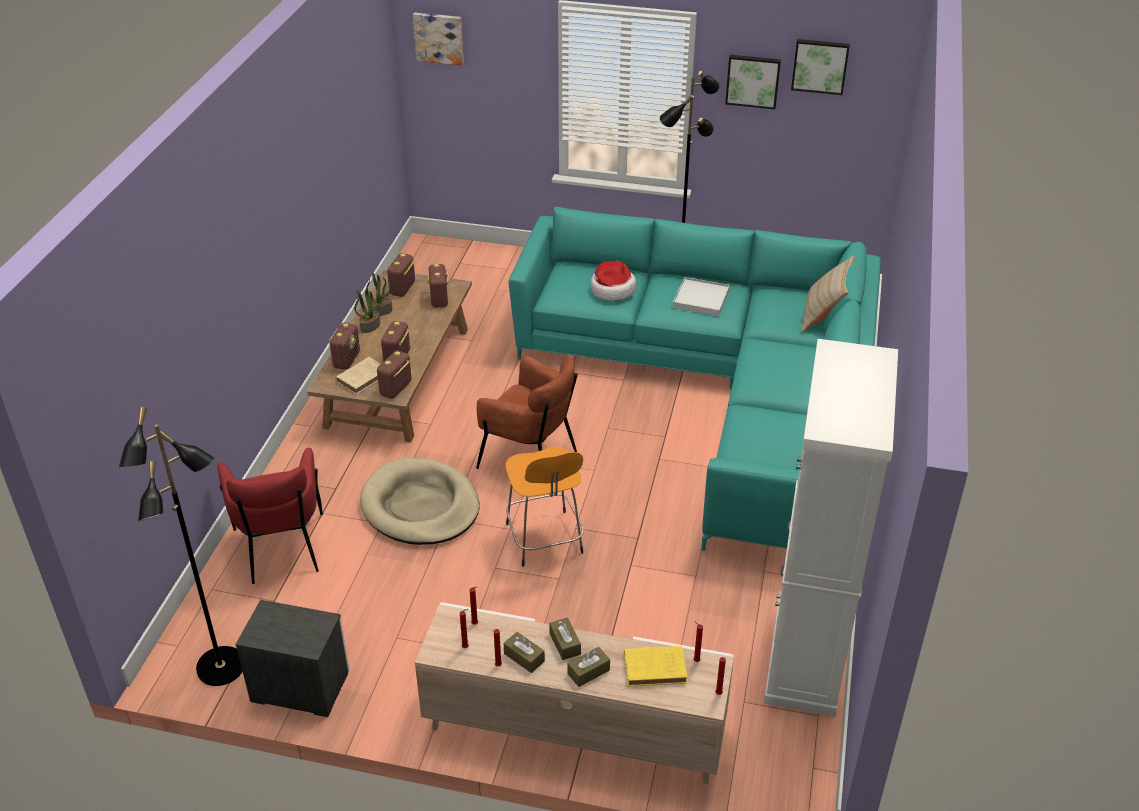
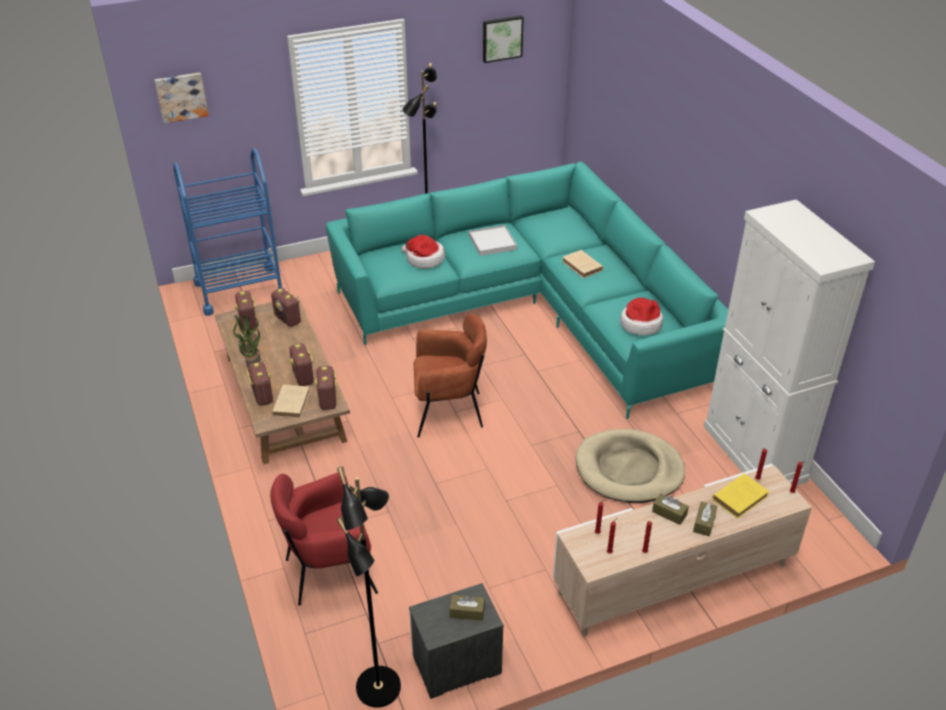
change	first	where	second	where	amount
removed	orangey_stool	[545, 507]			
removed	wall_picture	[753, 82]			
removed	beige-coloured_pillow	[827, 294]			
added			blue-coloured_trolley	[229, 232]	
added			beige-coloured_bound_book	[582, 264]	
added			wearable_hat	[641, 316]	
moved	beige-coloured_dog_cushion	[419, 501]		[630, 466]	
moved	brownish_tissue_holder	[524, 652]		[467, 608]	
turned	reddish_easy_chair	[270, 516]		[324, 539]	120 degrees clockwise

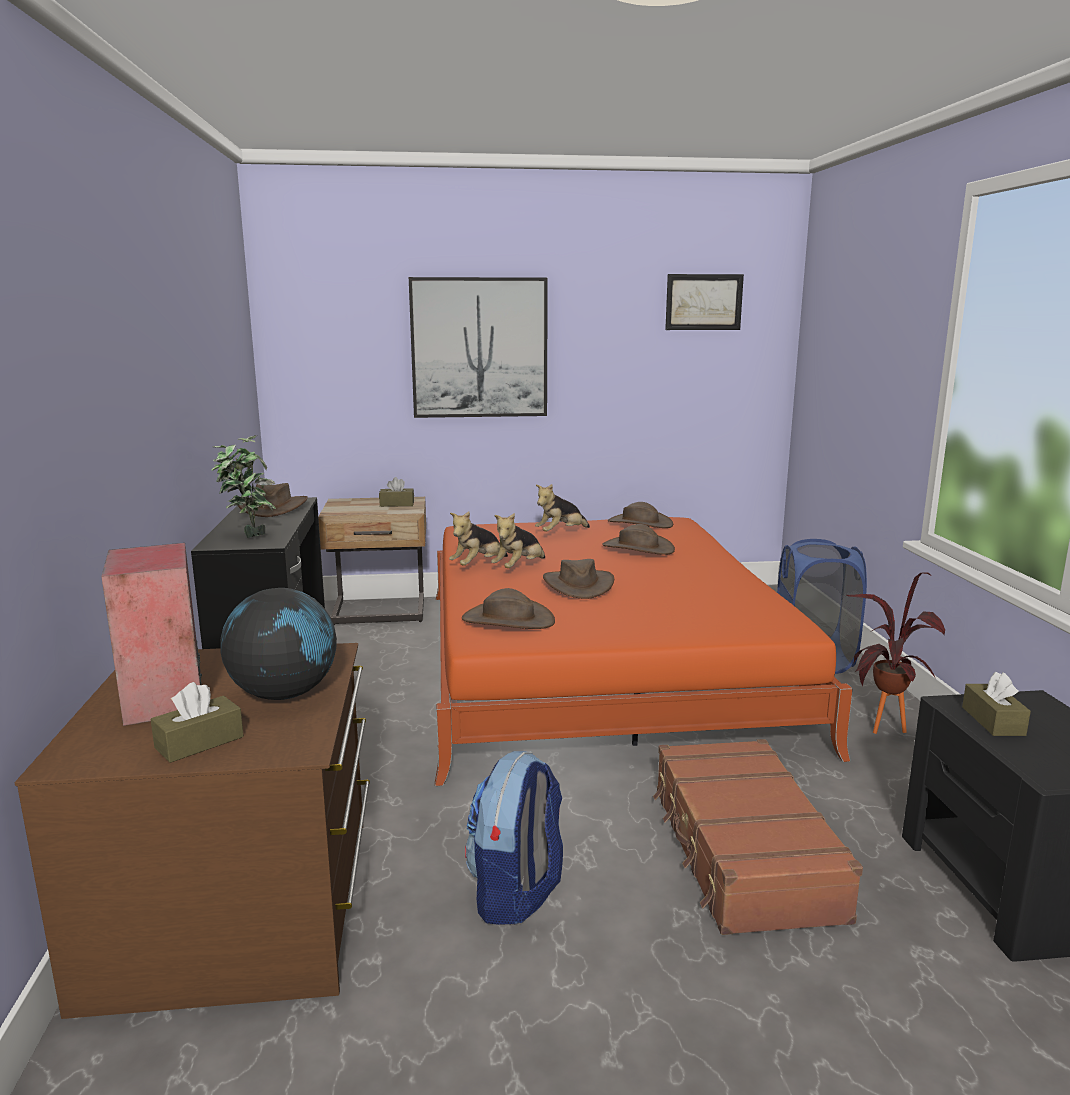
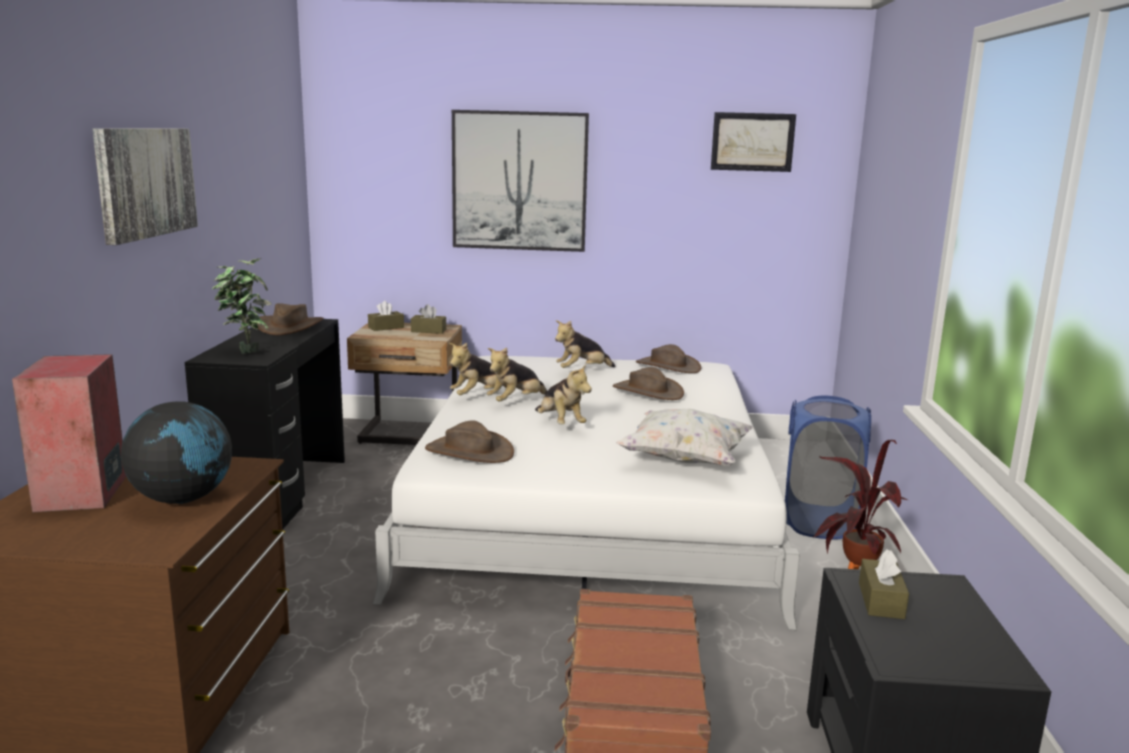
change	first	where	second	where	amount
removed	rucksack	[514, 838]			
added			wall_picture	[145, 186]	
added			white-coloured_pillow	[685, 437]	
moved	brownish_tissue_holder	[197, 722]		[386, 316]	
replaced	brownish_wearable_hat	[578, 579]	cuddly_toy	[563, 393]	
recoloured	orangey_sleeping_bed	[644, 651]	white-coloured_sleeping_bed	[586, 493]	

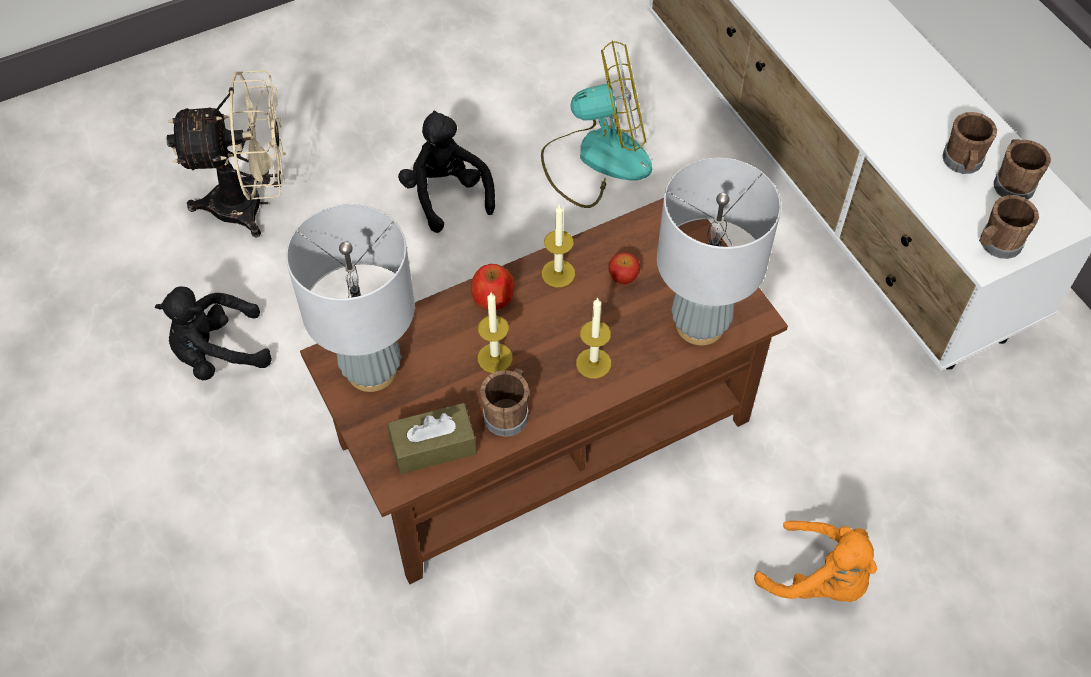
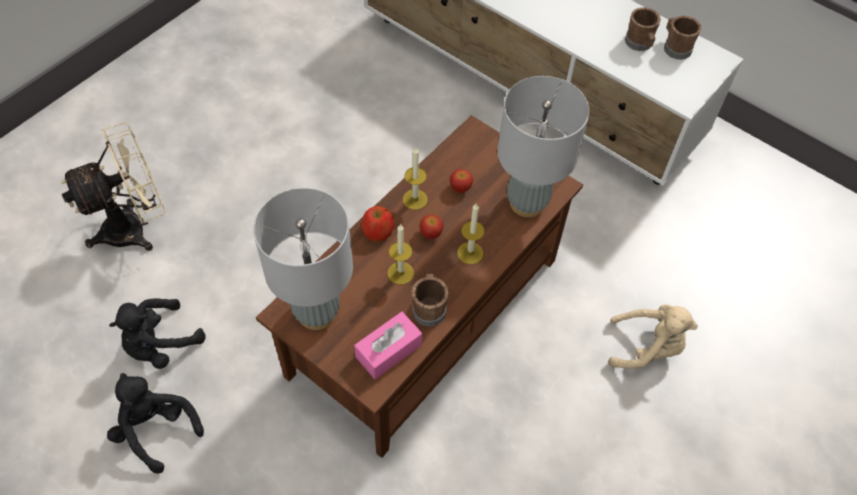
change	first	where	second	where	amount
removed	cooling_fan	[596, 124]			
removed	brownish_coffee_mug	[1009, 227]			
added			whole_apple	[431, 227]	
moved	black_cuddly_toy	[446, 172]		[155, 423]	
recoloured	brownish_tissue_holder	[432, 438]	pink_tissue_holder	[388, 345]	
recoloured	orangey_cuddly_toy	[815, 561]	beige-coloured_cuddly_toy	[653, 336]	

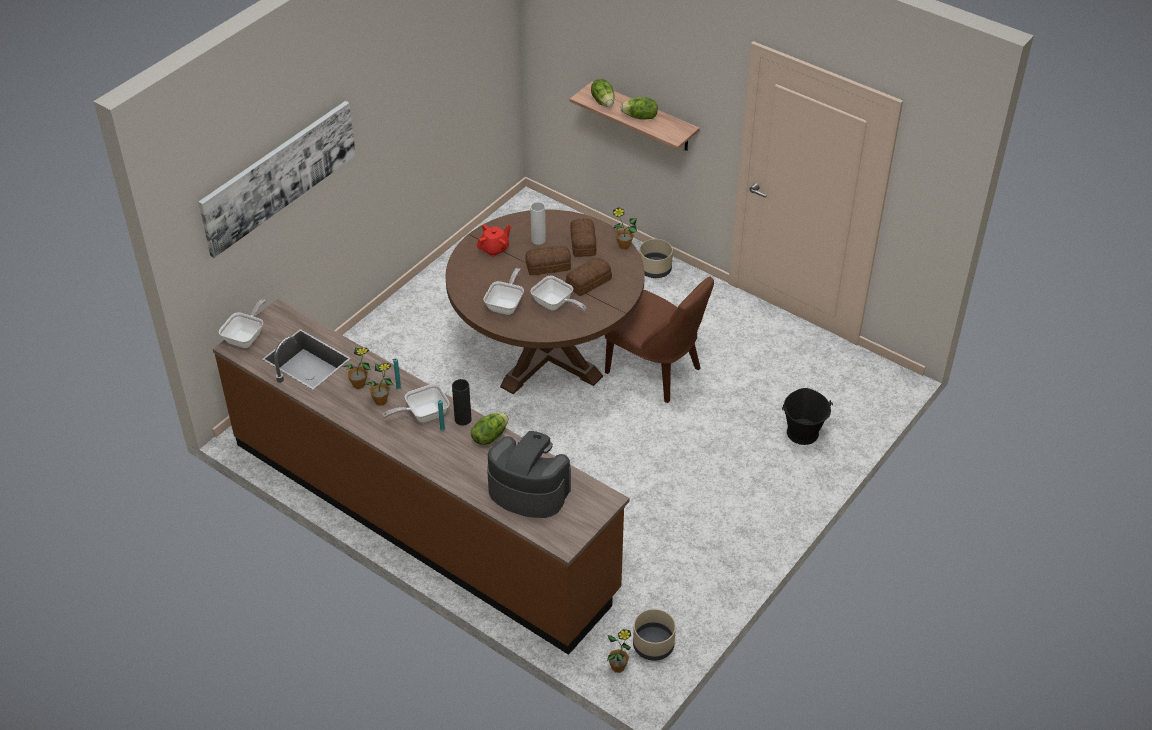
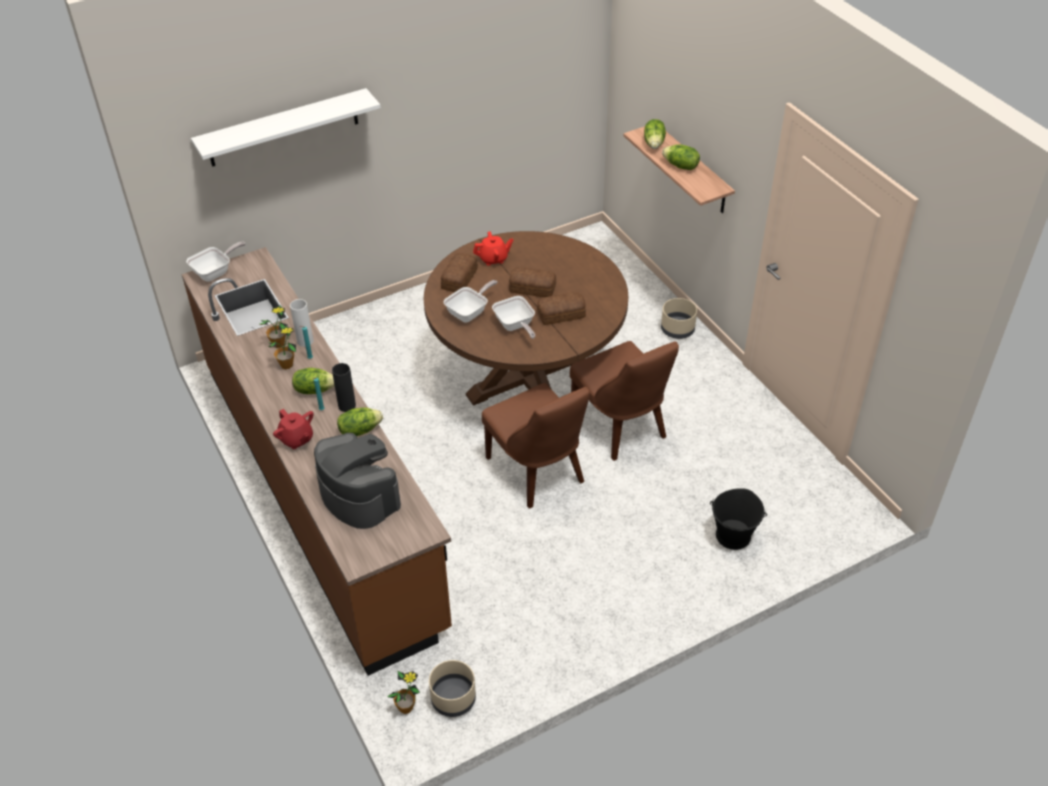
change	first	where	second	where	amount
removed	houseplant	[625, 228]			
added			reddish_teapot	[293, 429]	
added			brownish_chair	[536, 446]	
moved	white-coloured_flower_vase	[538, 223]		[302, 323]	
moved	bakery_bread	[583, 237]		[459, 272]	
replaced	wall_picture	[277, 179]	white-coloured_shelf	[286, 127]	
replaced	frying_pan	[416, 403]	lettuce_head	[313, 381]	

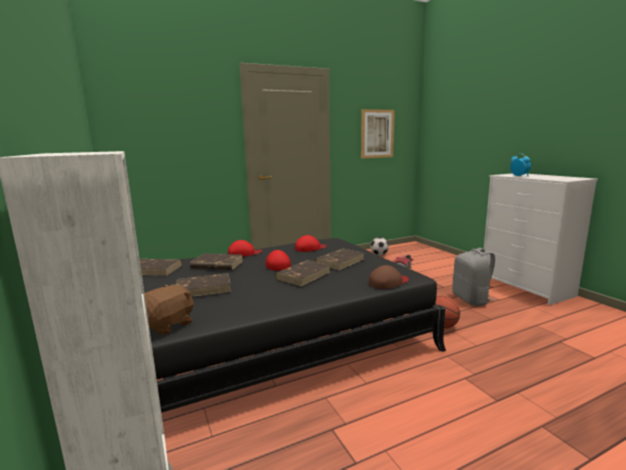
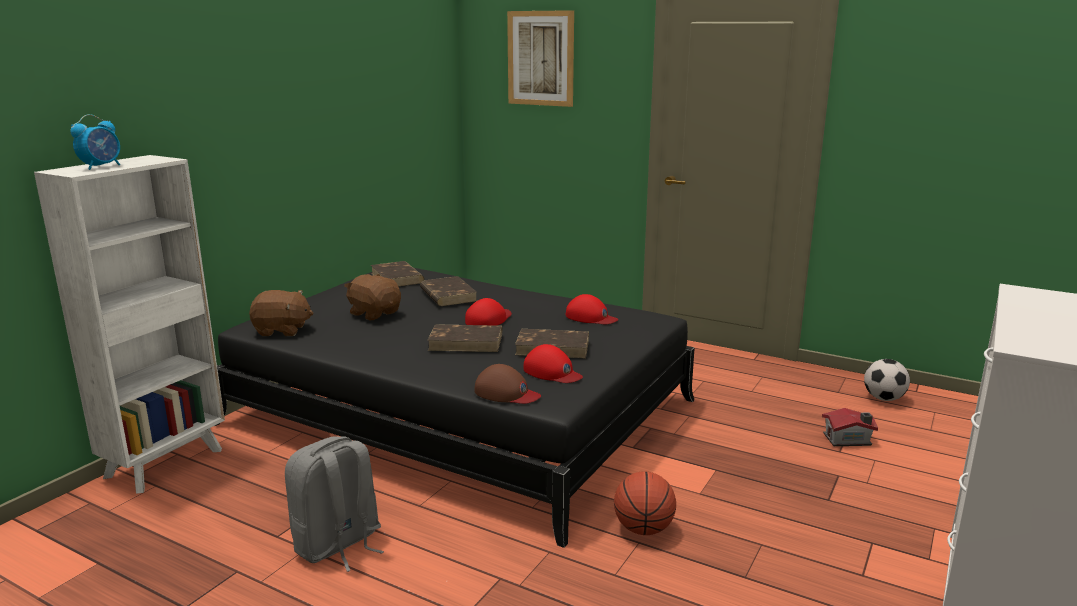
change	first	where	second	where	amount
moved	reddish_cap	[245, 248]		[553, 363]	
moved	wall_picture	[378, 133]		[540, 58]	
moved	greyish_rucksack	[474, 277]		[334, 504]	
moved	table_clock	[520, 165]		[95, 142]	
replaced	brownish_bound_book	[203, 285]	brownish_cuddly_toy	[372, 297]	

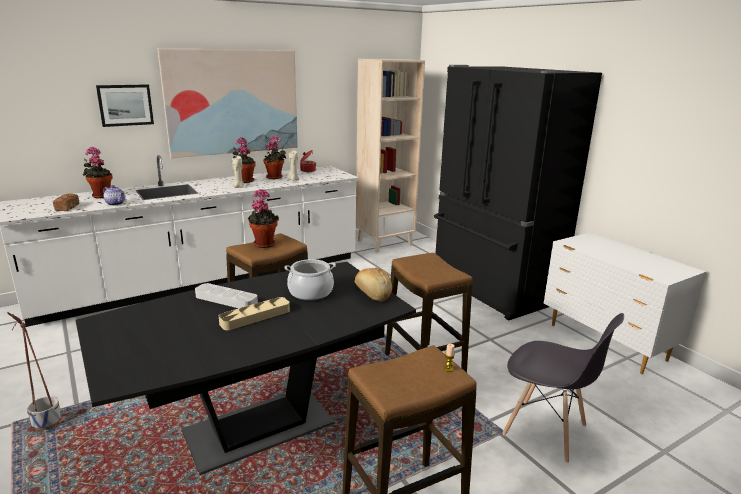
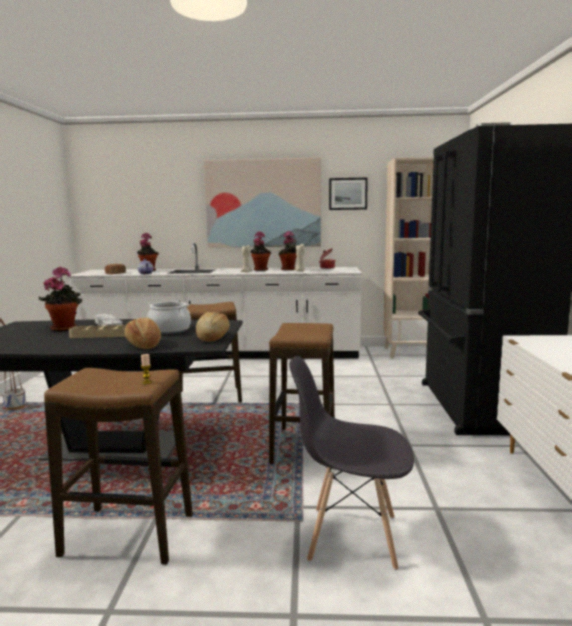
change	first	where	second	where	amount
added			bakery_bread	[142, 333]	
moved	wall_picture	[125, 105]		[348, 194]	
moved	houseplant	[263, 218]		[60, 299]	
turned	greyish_chair	[563, 388]		[351, 463]	120 degrees clockwise

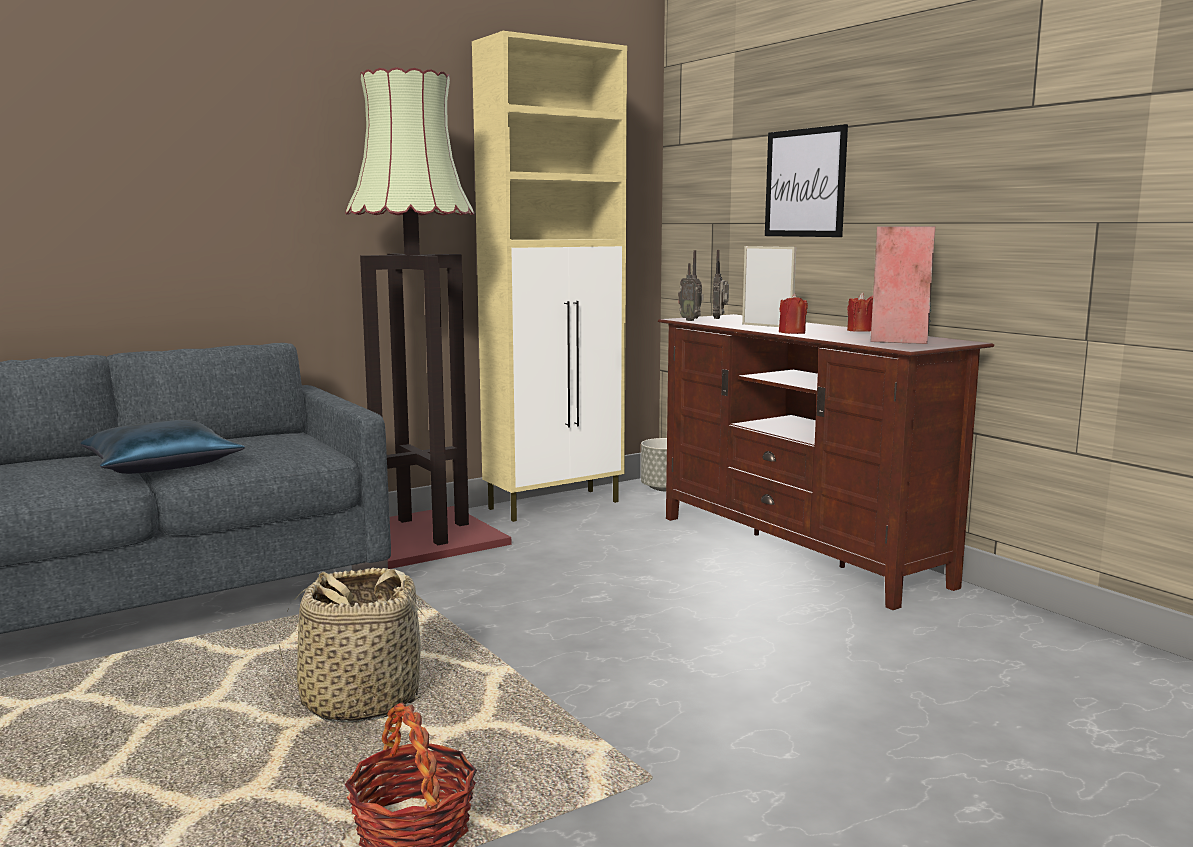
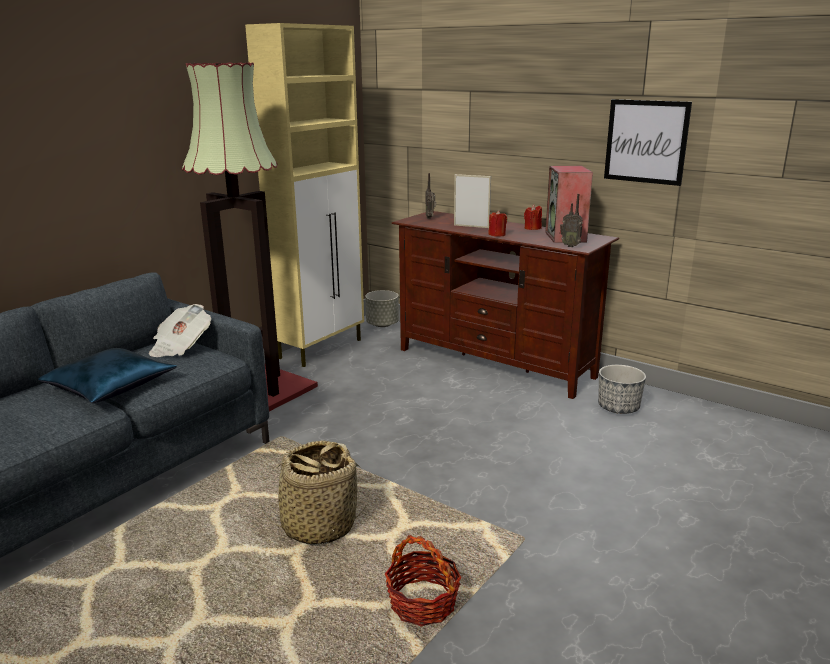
change	first	where	second	where	amount
added			daily_paper	[180, 330]	
added			plant_pot	[622, 389]	
moved	radio	[691, 285]		[571, 220]	
moved	wall_picture	[806, 180]		[648, 142]	

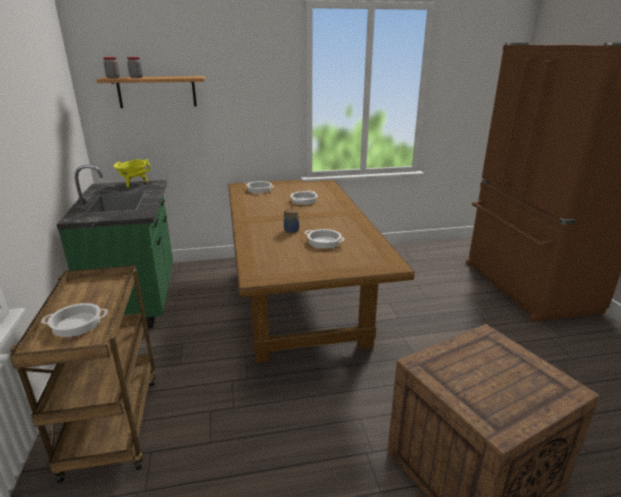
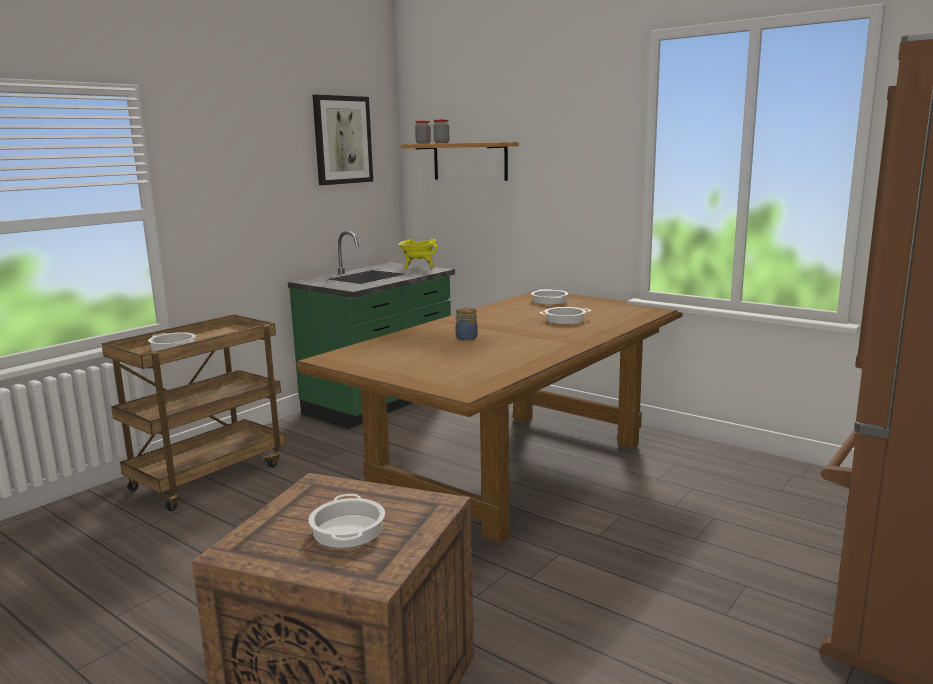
change	first	where	second	where	amount
added			wall_picture	[343, 140]	
moved	saucepot	[324, 239]		[346, 521]	

